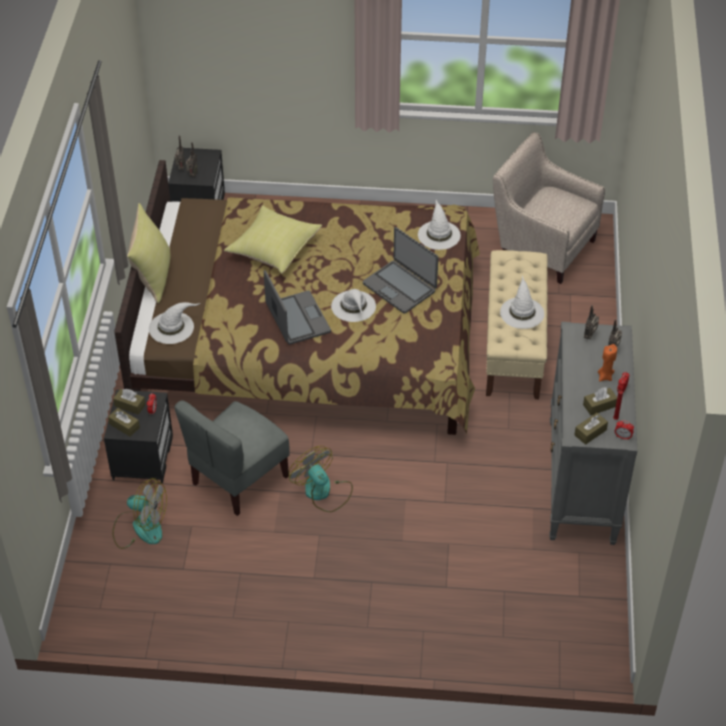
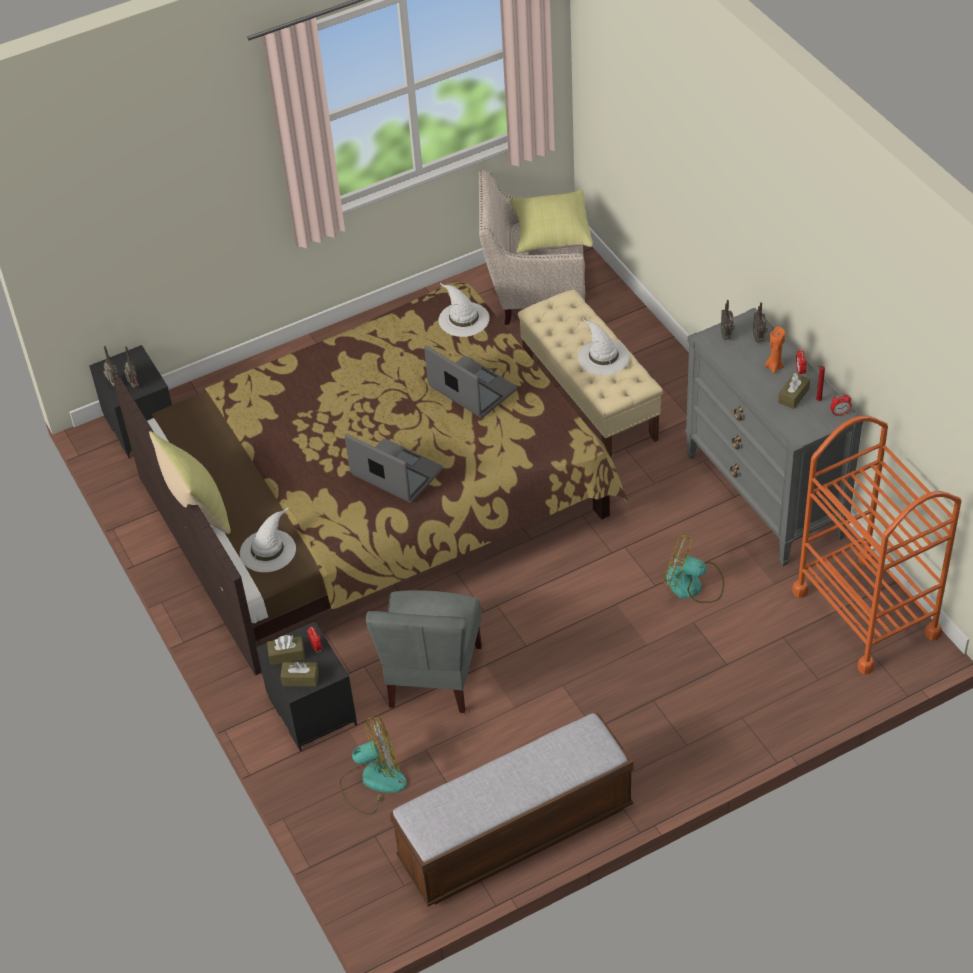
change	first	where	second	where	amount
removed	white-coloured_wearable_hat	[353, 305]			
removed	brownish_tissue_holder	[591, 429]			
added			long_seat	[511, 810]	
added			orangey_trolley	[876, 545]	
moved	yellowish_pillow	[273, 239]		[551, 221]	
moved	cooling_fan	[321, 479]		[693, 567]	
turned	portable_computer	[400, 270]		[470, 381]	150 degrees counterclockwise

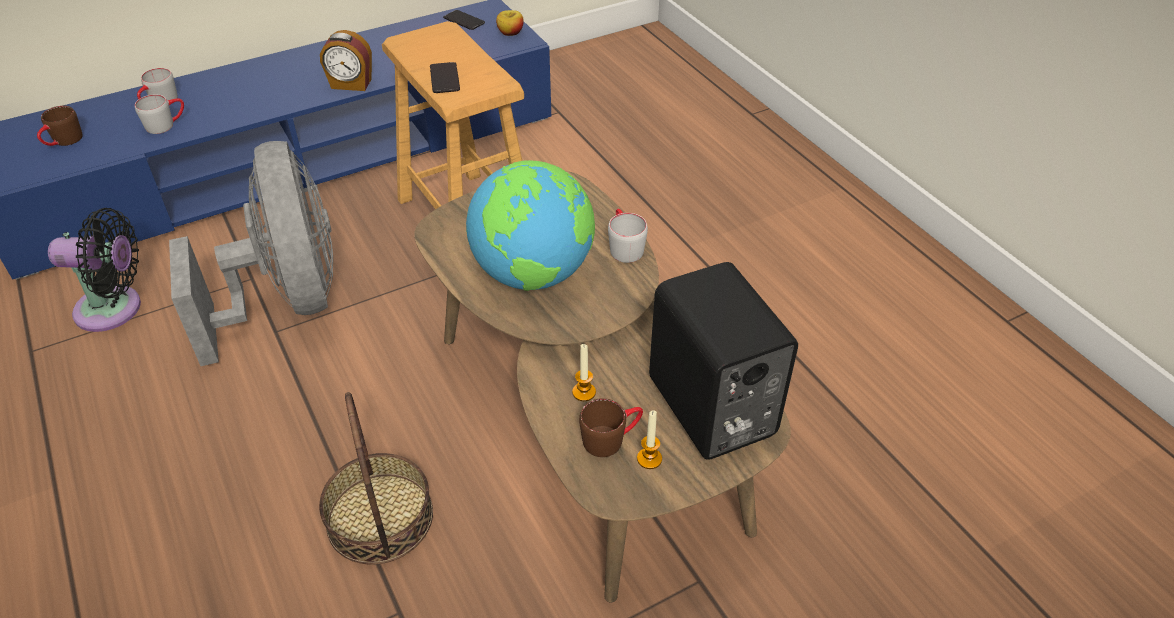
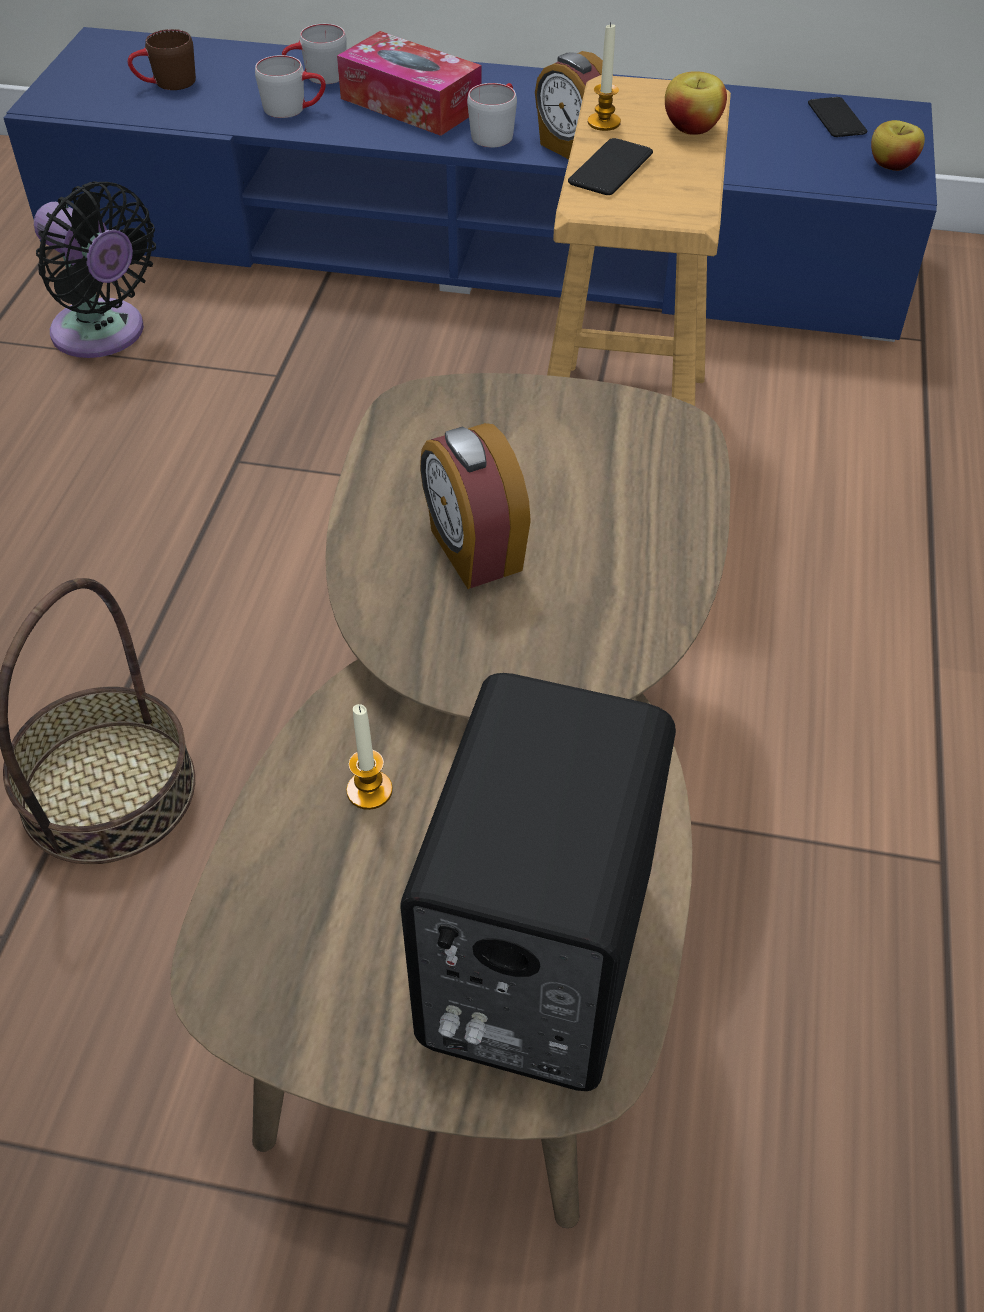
change	first	where	second	where	amount
removed	greyish_cooling_fan	[251, 253]			
removed	brownish_coffee_mug	[611, 427]			
added			tissue_holder	[409, 83]	
added			whole_apple	[696, 103]	
moved	greyish_coffee_mug	[628, 236]		[492, 115]	
moved	wax_candle	[649, 439]		[604, 76]	
replaced	globe	[530, 225]	table_clock	[475, 506]	

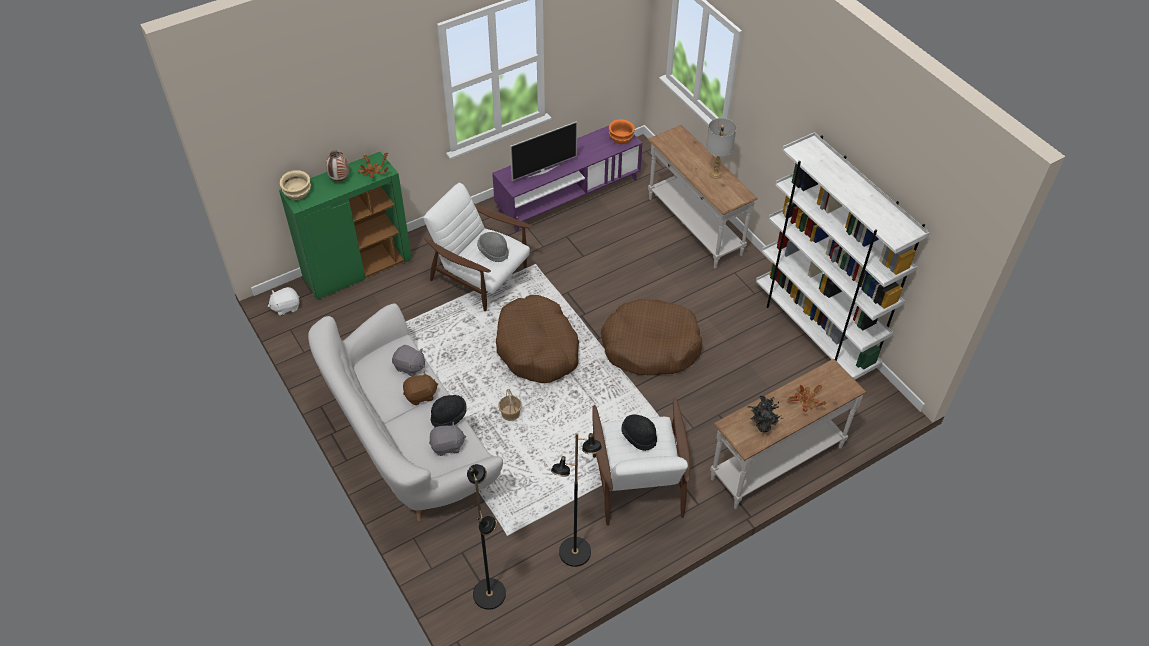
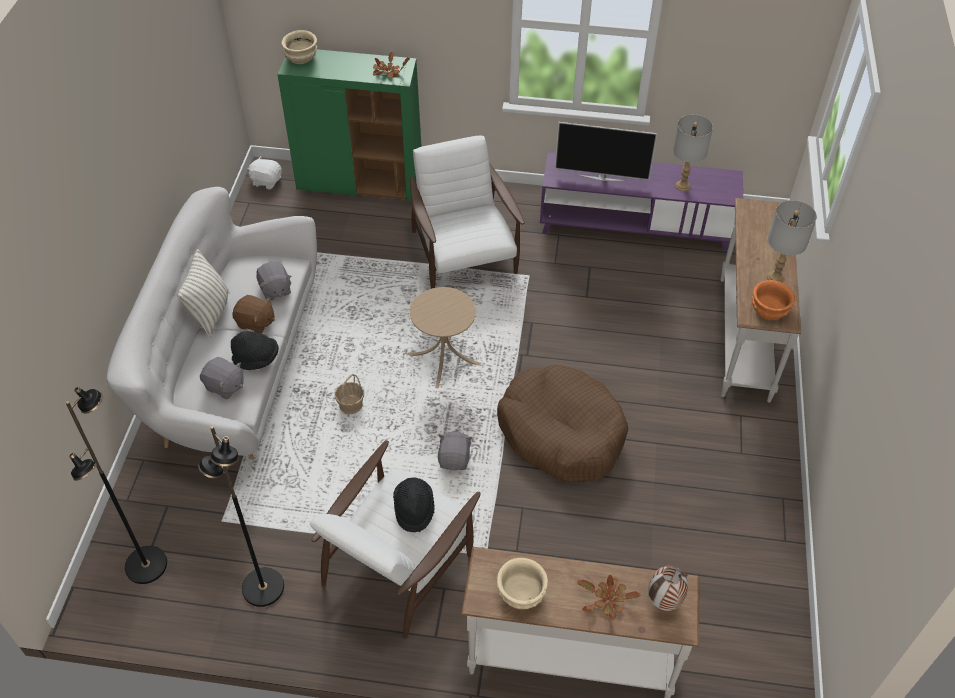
change	first	where	second	where	amount
removed	greyish_wearable_hat	[493, 247]			
removed	white-coloured_bookcase	[843, 256]			
added			pillow	[203, 293]	
added			greyish_cuddly_toy	[455, 450]	
added			greyish_lamp_for_a_table	[693, 152]	
moved	flower_vase	[337, 166]		[668, 588]	
moved	orangey_serving_bowl	[622, 131]		[773, 300]	
replaced	brownish_dog_cushion	[537, 339]	beige-coloured_accent_table	[444, 337]	
replaced	houseplant	[766, 413]	beige-coloured_serving_bowl	[522, 583]	

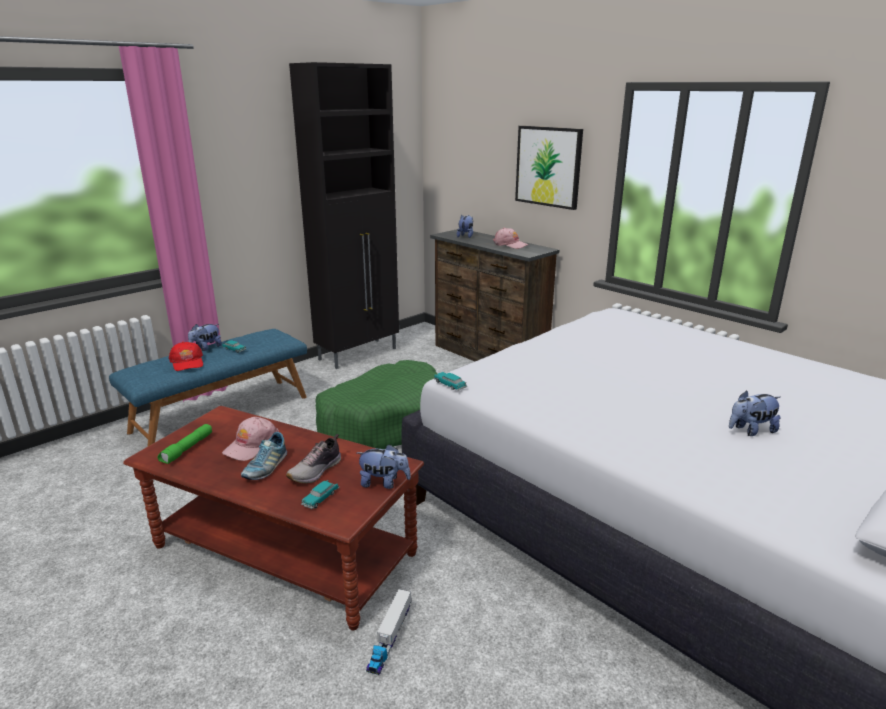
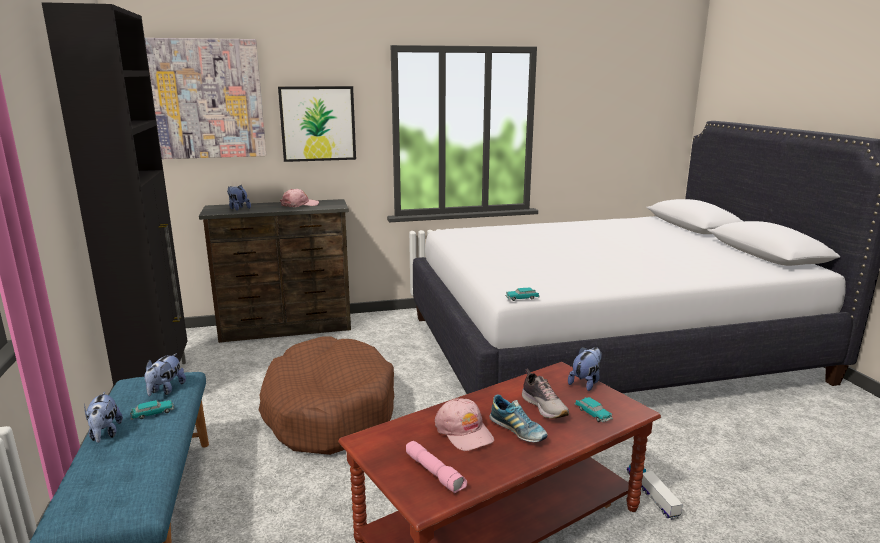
change	first	where	second	where	amount
removed	reddish_cap	[186, 356]			
added			wall_picture	[205, 98]	
moved	cuddly_toy	[755, 413]		[165, 374]	
recoloured	greenish_hand_torch	[184, 444]	pink_hand_torch	[436, 467]	
recoloured	greenish_dog_cushion	[376, 404]	brownish_dog_cushion	[326, 395]	
turned	toy_lorry	[388, 632]		[655, 492]	150 degrees counterclockwise

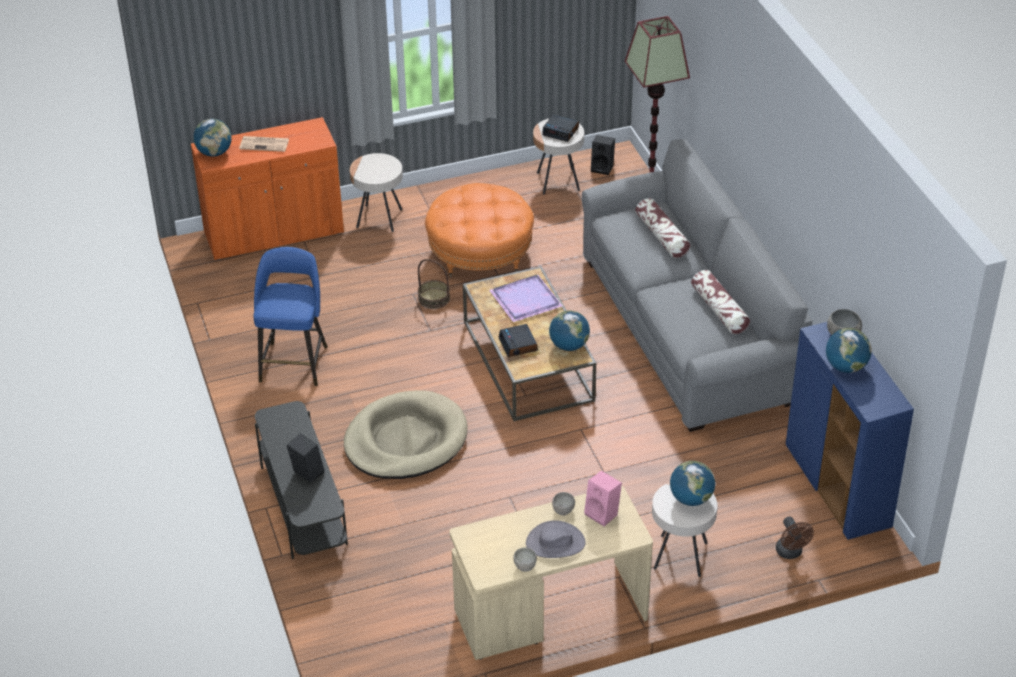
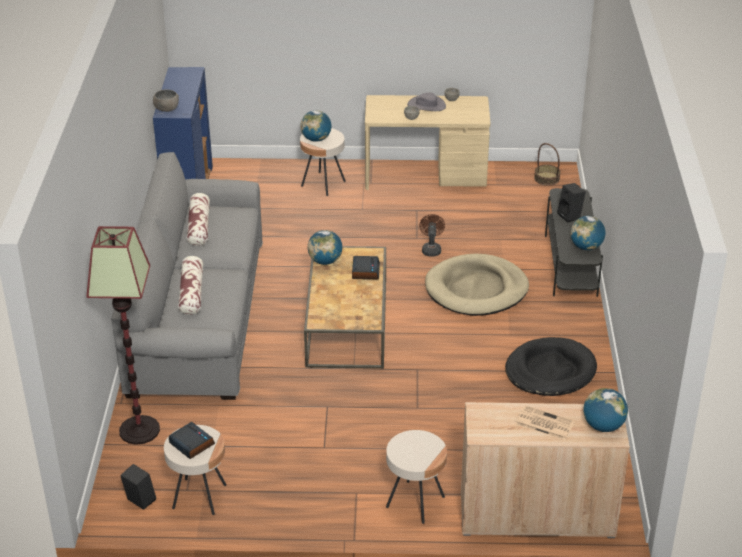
change	first	where	second	where	amount
removed	orangey_footrest	[479, 230]			
removed	purple_tray	[526, 298]			
removed	pink_audio_speaker	[603, 499]			
moved	storage_basket	[434, 284]		[547, 164]	
moved	brownish_cooling_fan	[795, 538]		[432, 235]	
moved	globe	[849, 350]		[588, 233]	
replaced	blue-coloured_stool	[291, 316]	black_dog_cushion	[551, 366]	
recoloured	orangey_storage_cabinet	[267, 188]	beige-coloured_storage_cabinet	[545, 470]	

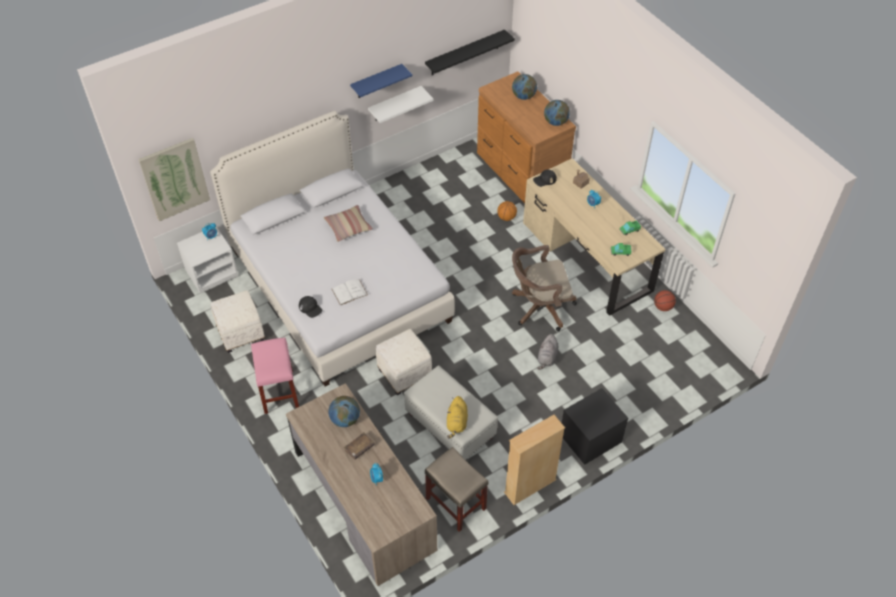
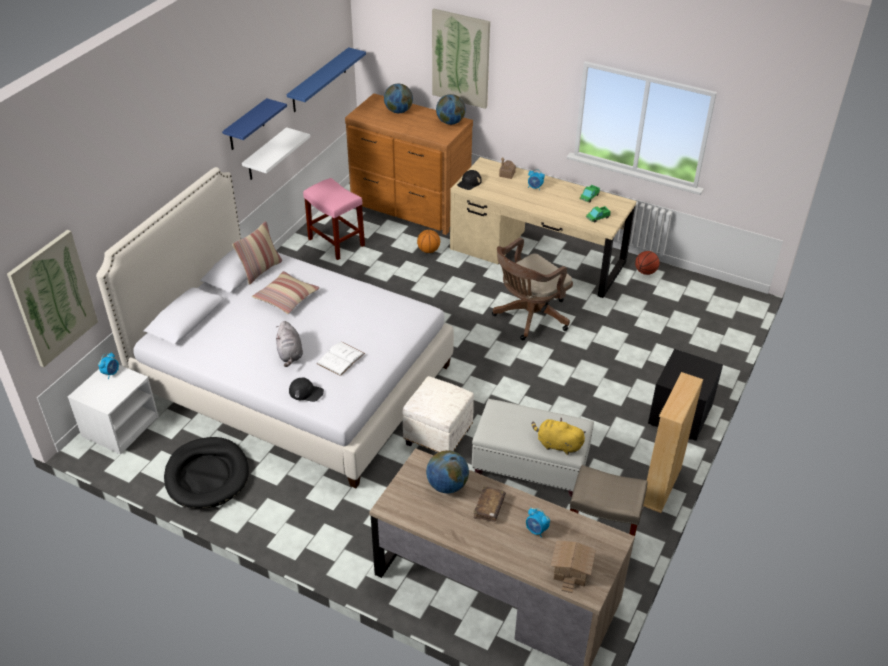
change	first	where	second	where	amount
added			pillow	[257, 253]	
added			wall_picture	[461, 59]	
added			toy_house	[573, 567]	
moved	pink_stool	[275, 375]		[334, 219]	
moved	greyish_cuddly_toy	[547, 352]		[289, 344]	
replaced	white-coloured_footrest	[237, 321]	black_dog_cushion	[206, 473]	
recoloured	black_shelf	[470, 52]	blue-coloured_shelf	[326, 79]	
turned	yellowish_cuddly_toy	[457, 417]		[559, 436]	135 degrees clockwise

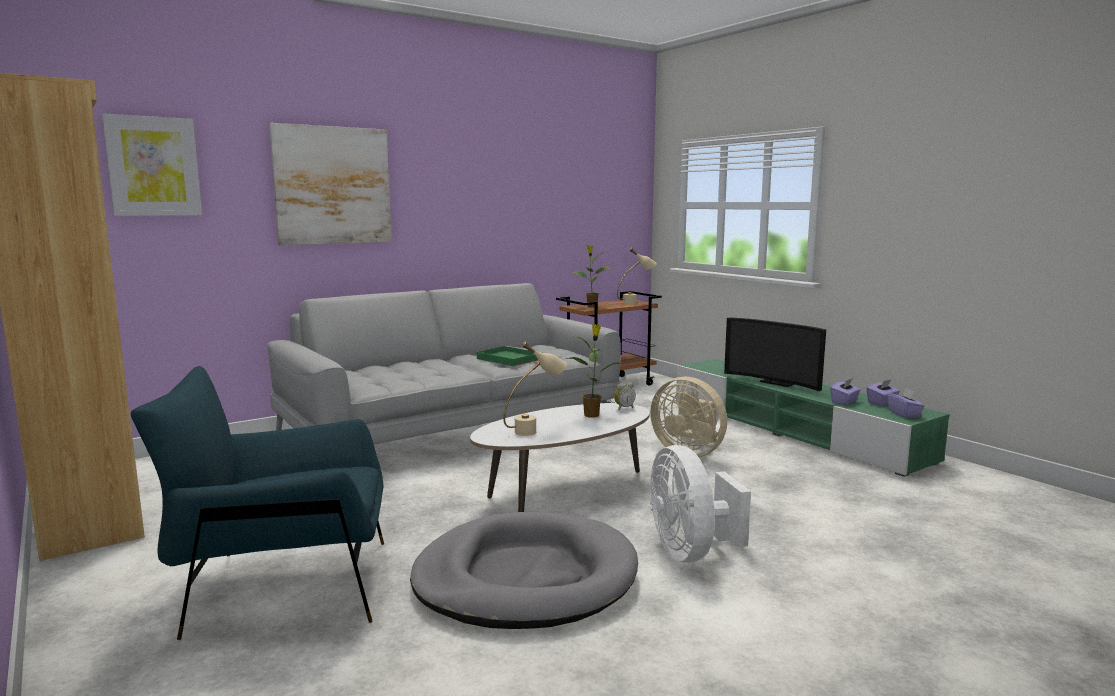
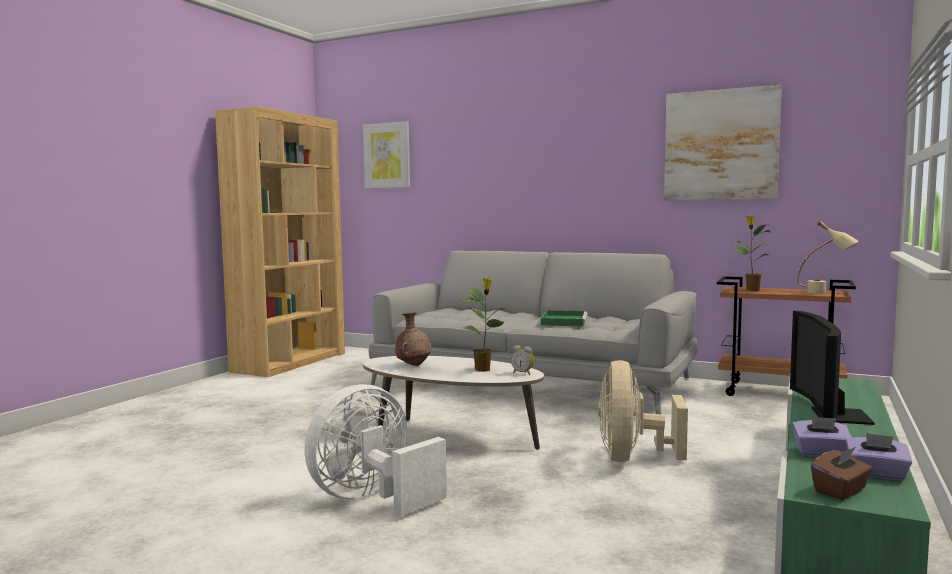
change	first	where	second	where	amount
removed	blue-coloured_easy_chair	[257, 503]			
removed	greyish_dog_cushion	[524, 570]			
moved	wall_picture	[330, 184]		[723, 142]	
replaced	beige-coloured_lamp_for_a_table	[535, 389]	brownish_flower_vase	[413, 339]	
recoloured	purple_tissue_holder	[906, 403]	brownish_tissue_holder	[841, 473]	

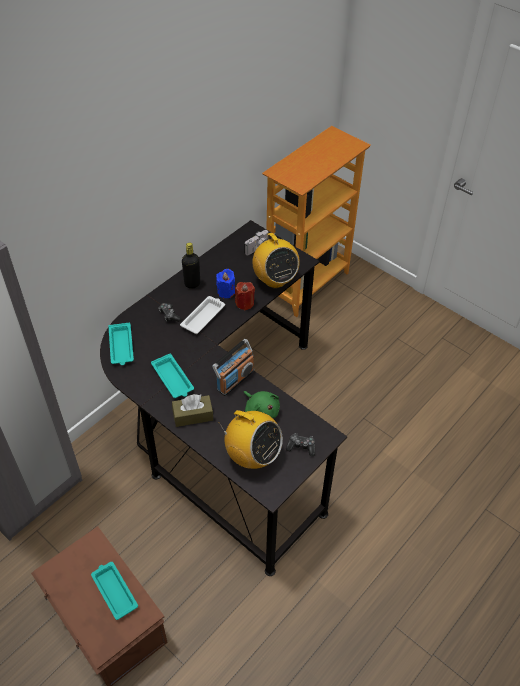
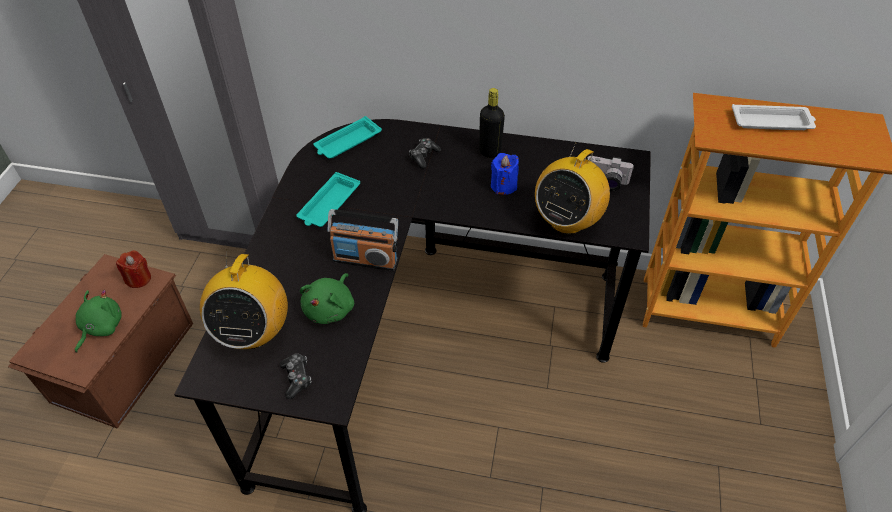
change	first	where	second	where	amount
removed	brownish_tissue_holder	[192, 410]			
moved	white-coloured_tray	[202, 315]		[774, 117]	
moved	reddish_wax_candle	[245, 296]		[133, 269]	
replaced	blue-green_tray	[114, 591]	greenish_cuddly_toy	[98, 321]	

